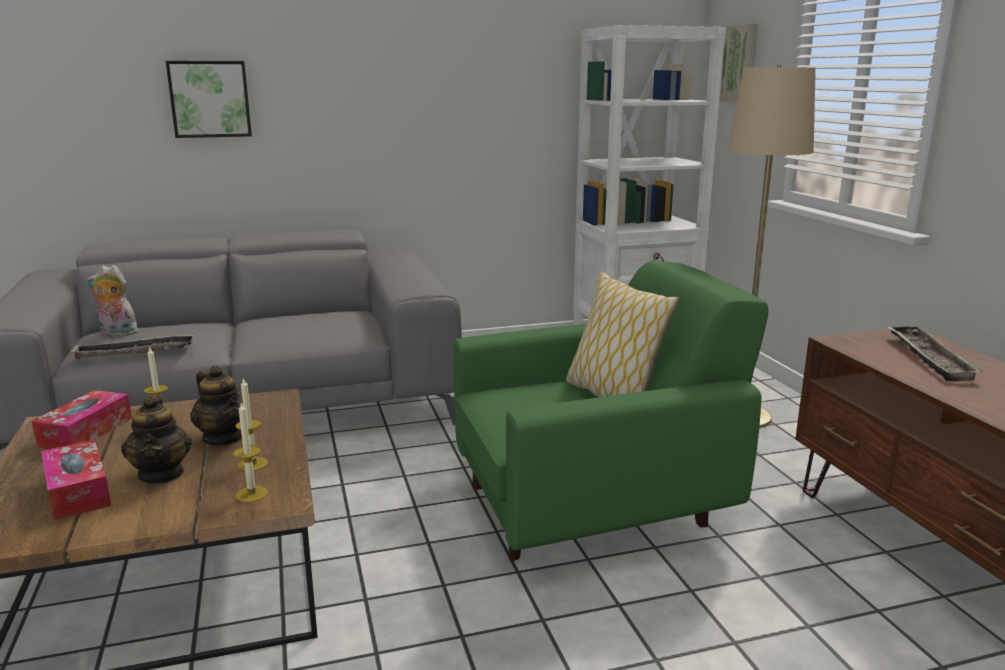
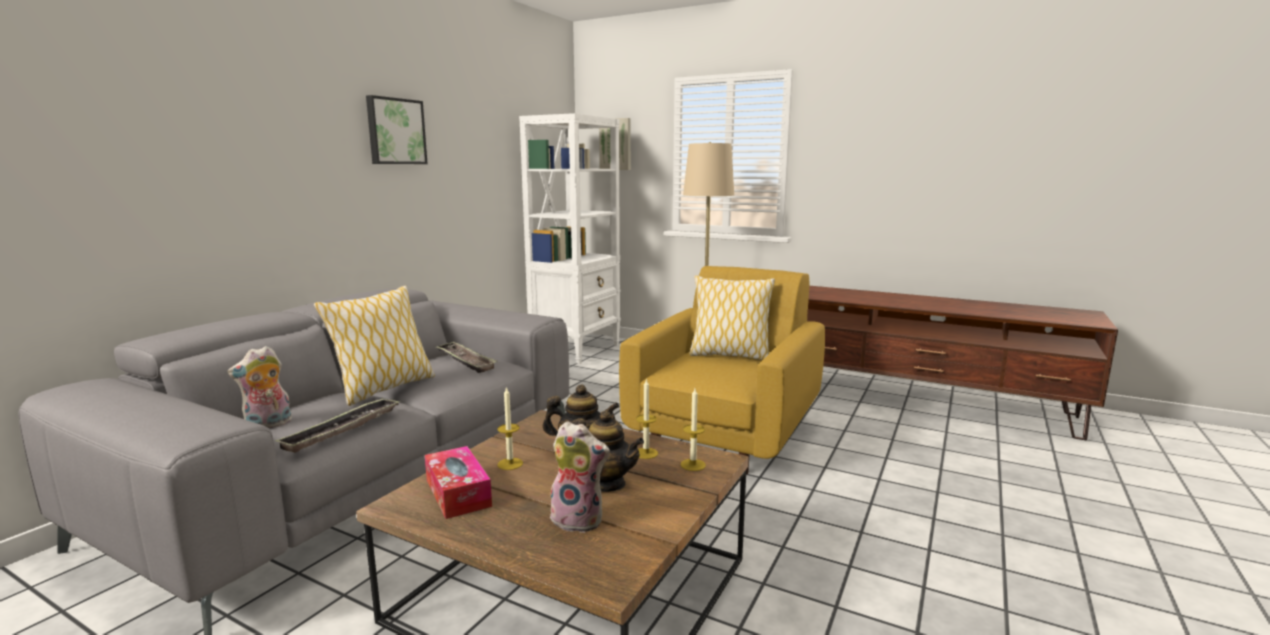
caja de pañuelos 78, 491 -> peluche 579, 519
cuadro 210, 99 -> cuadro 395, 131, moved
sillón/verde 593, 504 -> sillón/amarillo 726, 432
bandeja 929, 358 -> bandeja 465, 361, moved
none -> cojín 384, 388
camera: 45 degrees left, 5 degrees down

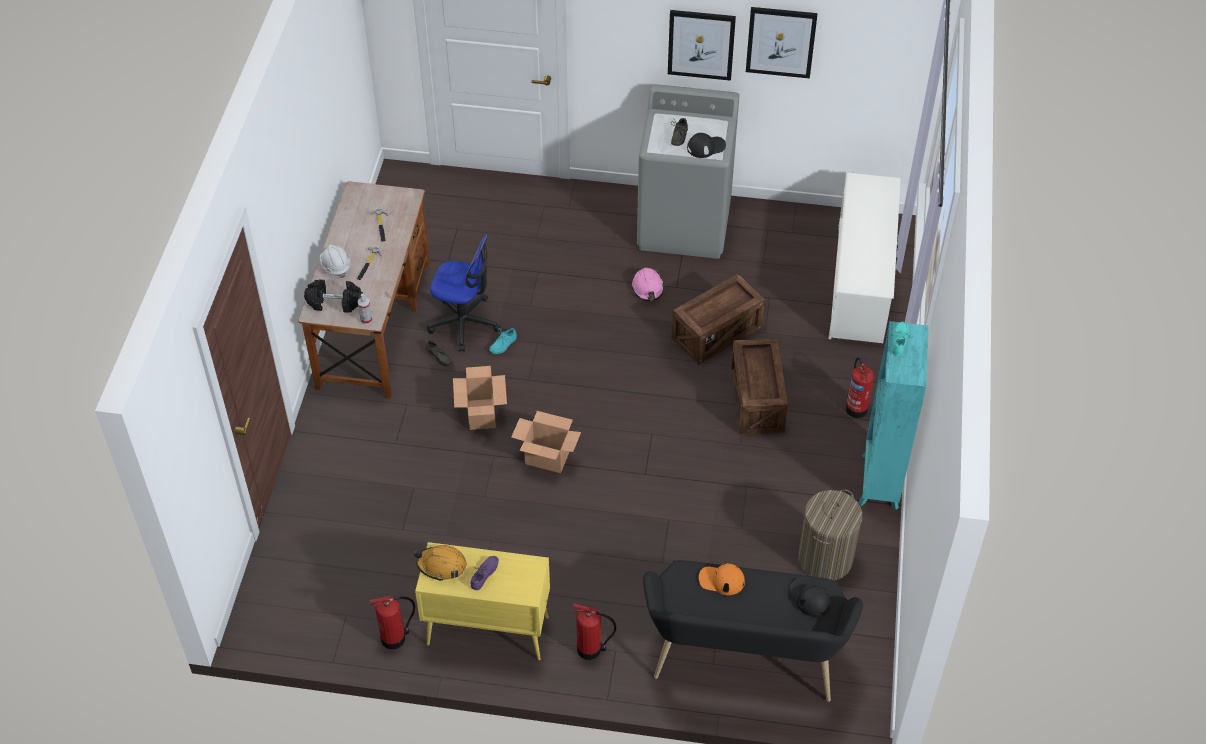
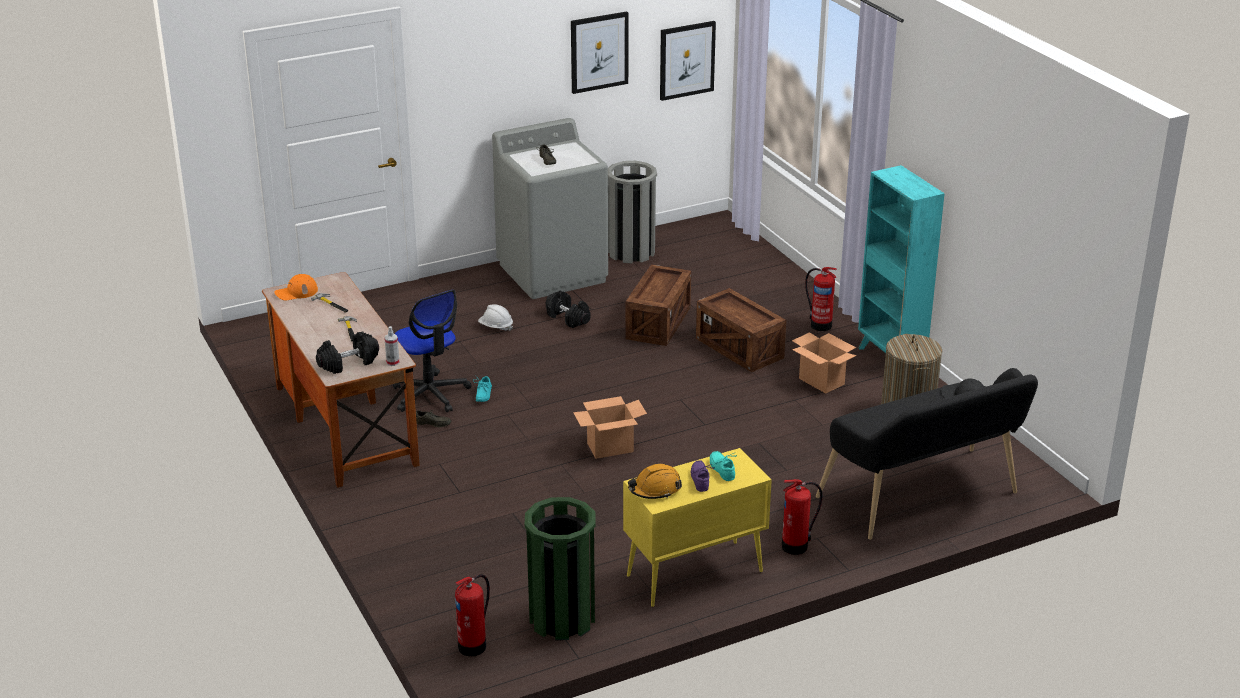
casco/blanco 336, 266 -> casco/blanco 496, 327, moved
extintor 395, 638 -> extintor 474, 646, moved
silla de oficina 464, 322 -> silla de oficina 430, 394, 75 degrees clockwise
caja de cartón 481, 414 -> caja de cartón 821, 381, moved
casco/rosa 647, 288 -> mancuerna/negro 568, 318
cuadro 701, 44 -> cuadro 686, 60, moved
gorra/negro 706, 147 -> none
gorra/naranja 721, 580 -> gorra/naranja 296, 292, moved
zapatero/blanco 860, 284 -> none
zapato/turquesa 900, 341 -> zapato/turquesa 723, 469, moved
none -> papelera/verde 562, 619
none -> papelera/gris 631, 252
camera: 35 degrees left, 20 degrees down

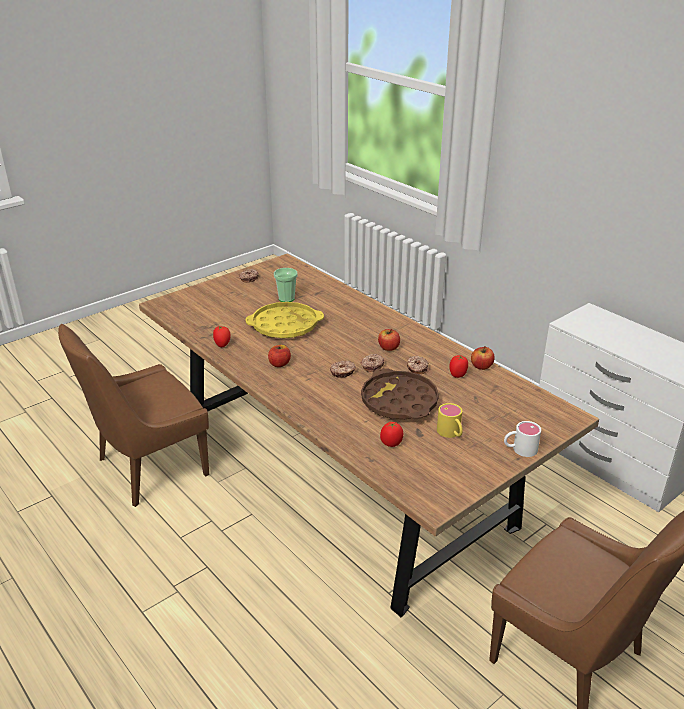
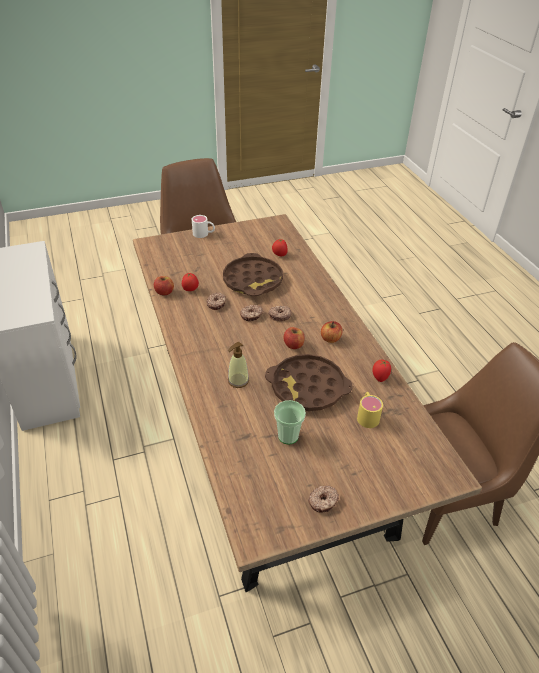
bandeja/amarillo 285, 326 -> bandeja/marrón 307, 387
manzana 388, 348 -> manzana 293, 345, moved
taza grande/amarillo 451, 433 -> taza grande/amarillo 367, 415, moved
none -> dispensador de jabón 238, 381
camera: 160 degrees left, 10 degrees up

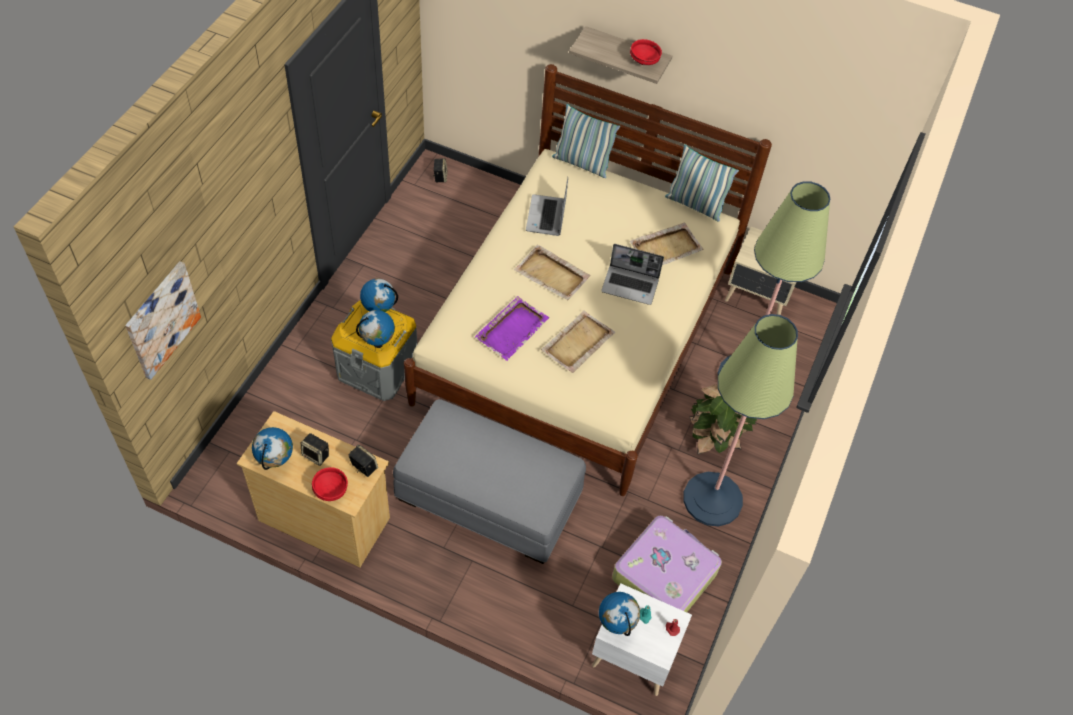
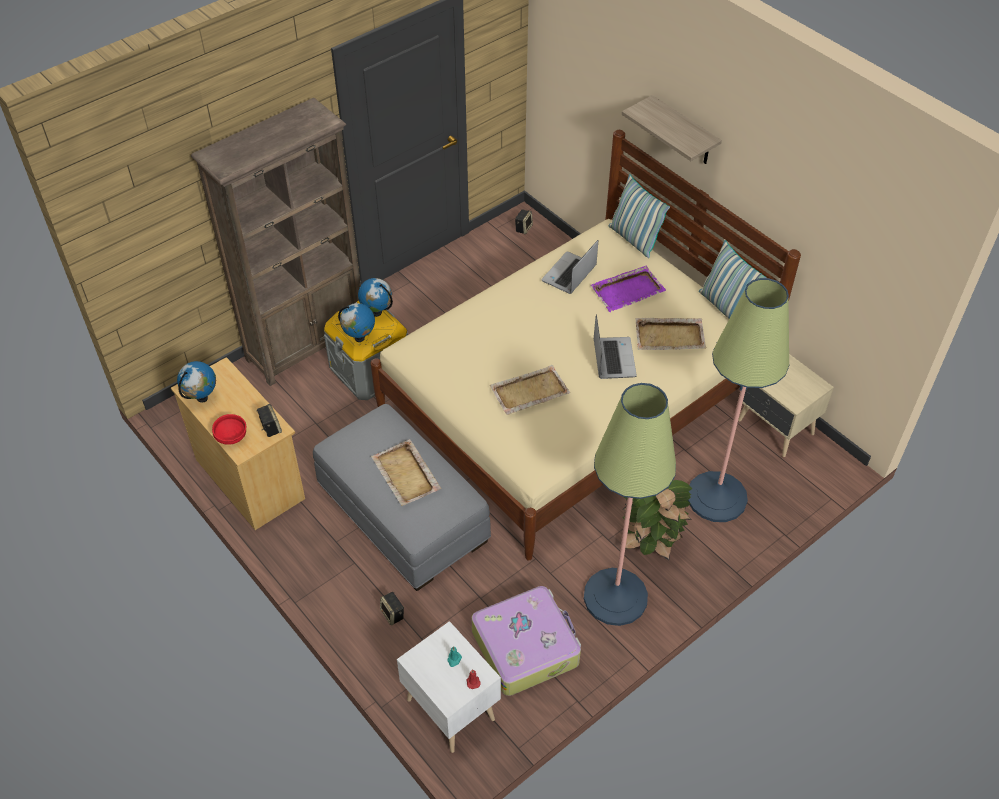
cuadro 162, 319 -> none
altavoz 316, 455 -> altavoz 393, 614, moved
bandeja/morado 512, 329 -> bandeja/morado 628, 290, moved
bandeja/beis 552, 275 -> bandeja/beis 406, 475, moved
globo terráqueo 616, 624 -> none
portátil 631, 285 -> portátil 613, 358, 135 degrees counterclockwise
cuenco/rojo 644, 61 -> none
none -> estantería/marrón 307, 344
camera: 30 degrees right, 5 degrees down

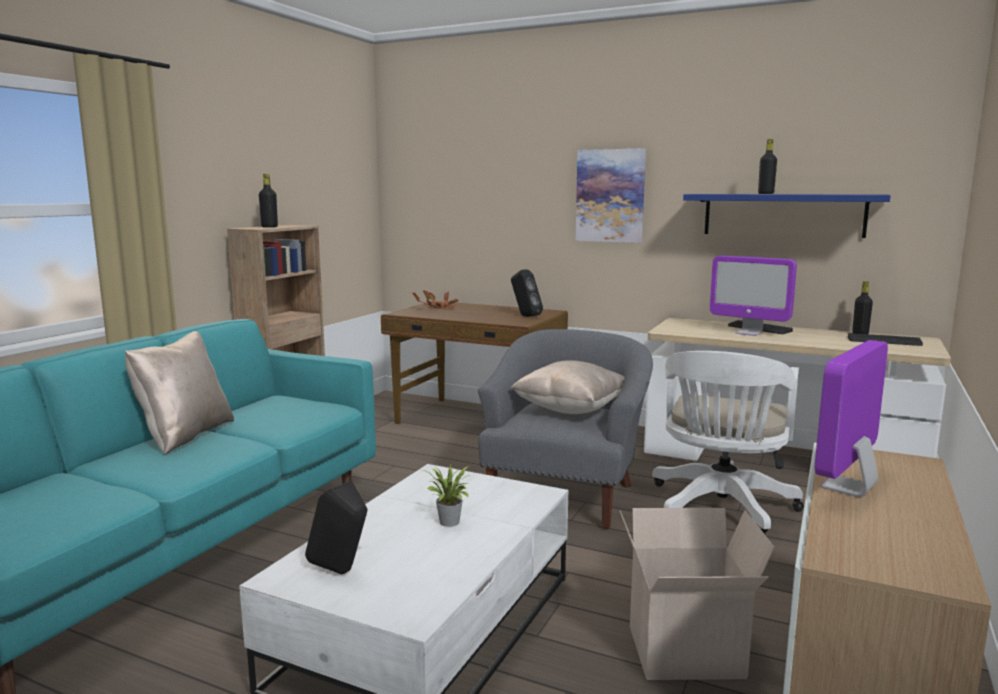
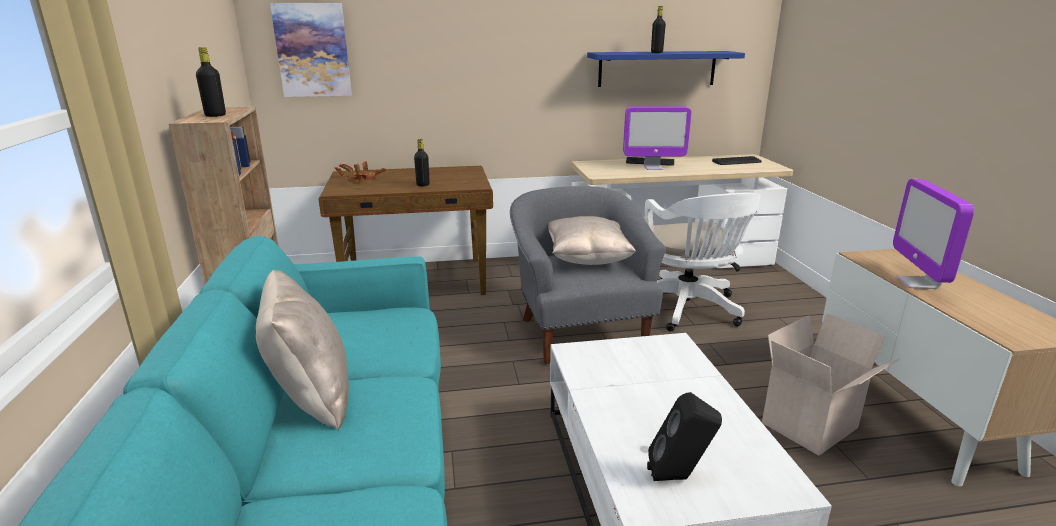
planta en maceta 449, 523 -> none
altavoz/negro 525, 316 -> none
cuadro 610, 196 -> cuadro 312, 50, moved
botella/negro 860, 334 -> botella/negro 423, 185, moved
camera: 35 degrees left, 10 degrees up

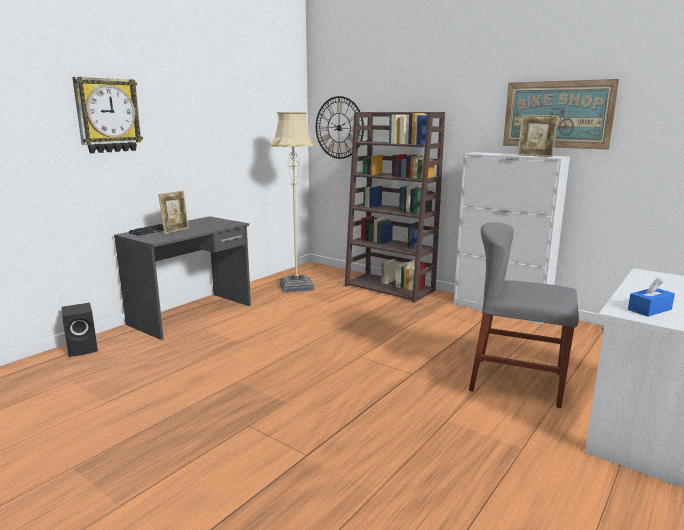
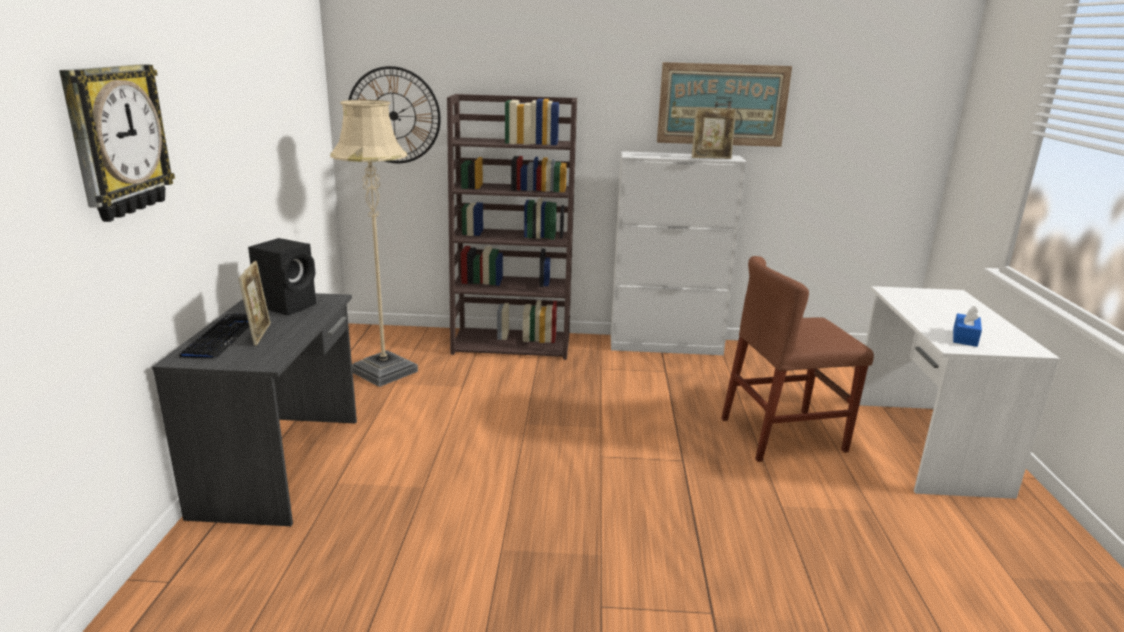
altavoz/negro 84, 348 -> altavoz/negro 288, 305, moved
silla/gris 517, 382 -> silla/marrón 783, 435
camera: 35 degrees left, 5 degrees up

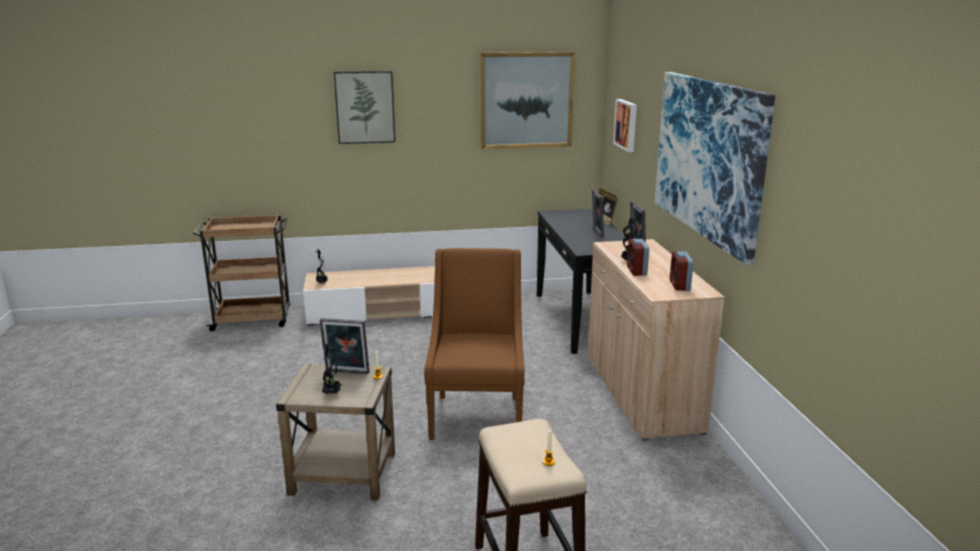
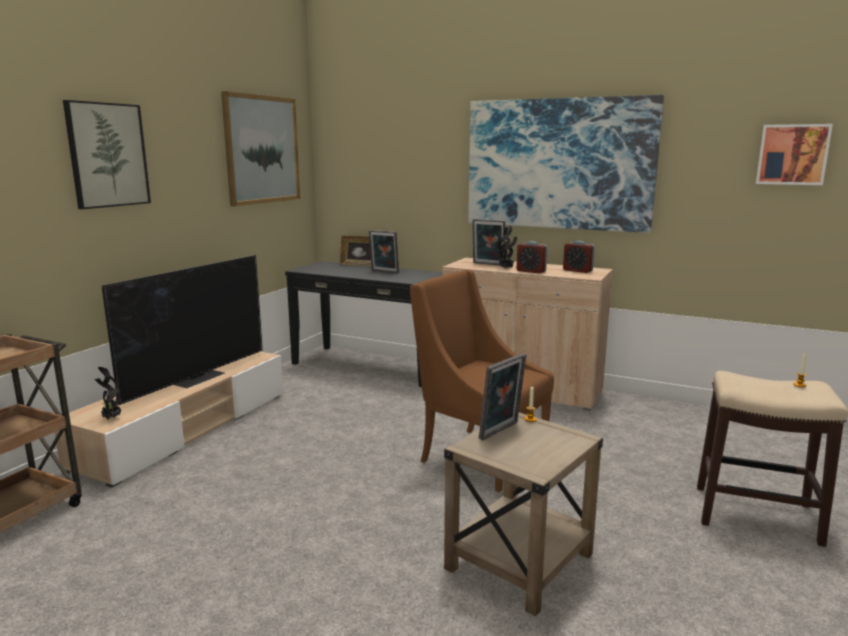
planta en maceta 331, 393 -> none
cuadro 627, 124 -> cuadro 792, 154, moved
none -> televisor 198, 377
camera: 55 degrees left, 5 degrees down

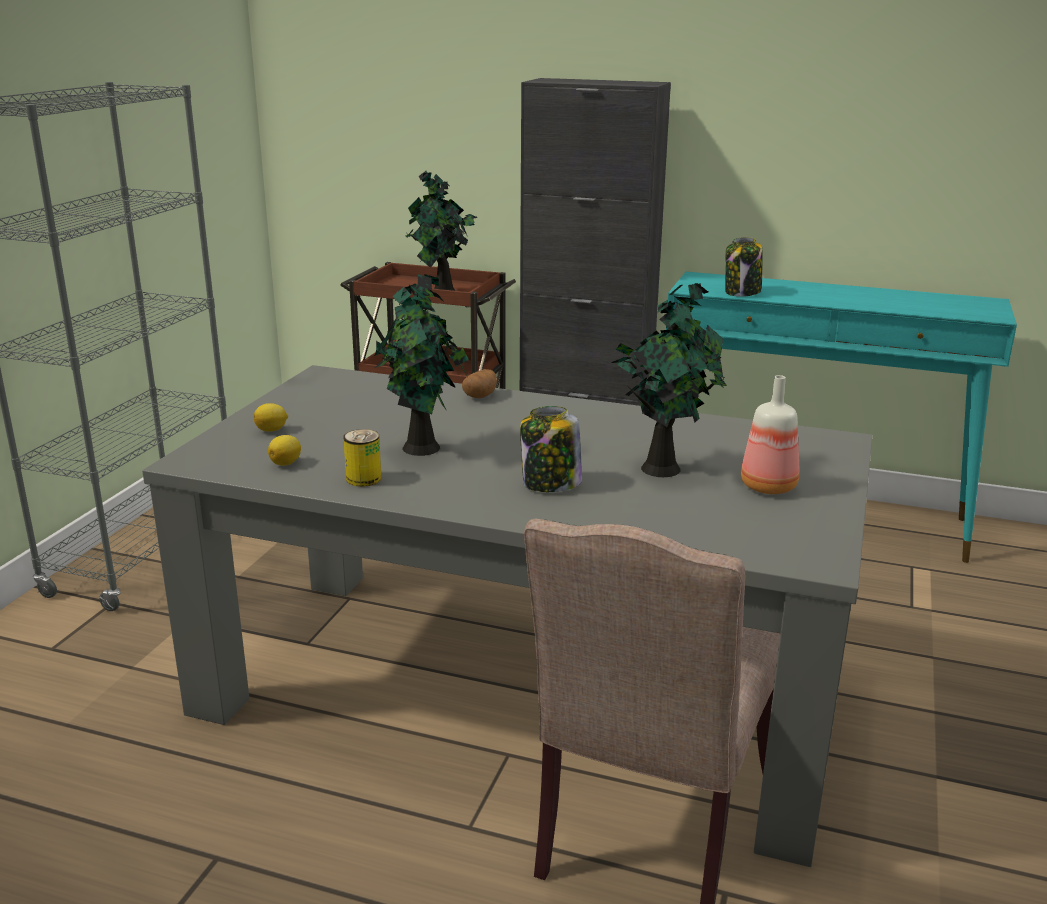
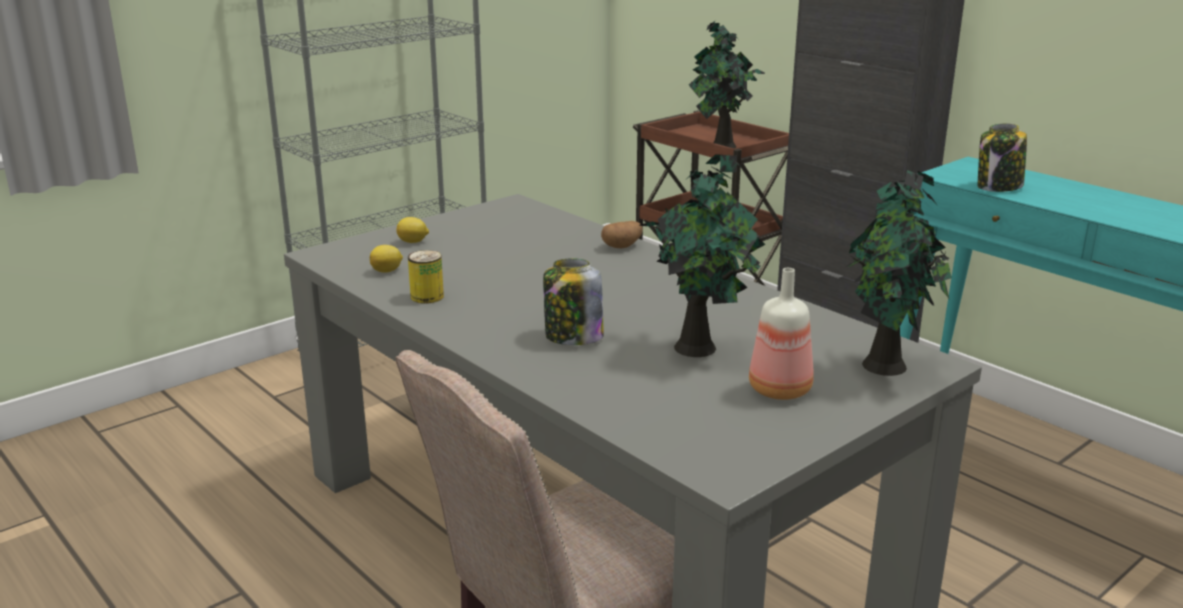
planta en maceta 424, 449 -> planta en maceta 886, 367, moved
camera: 30 degrees right, 0 degrees up

